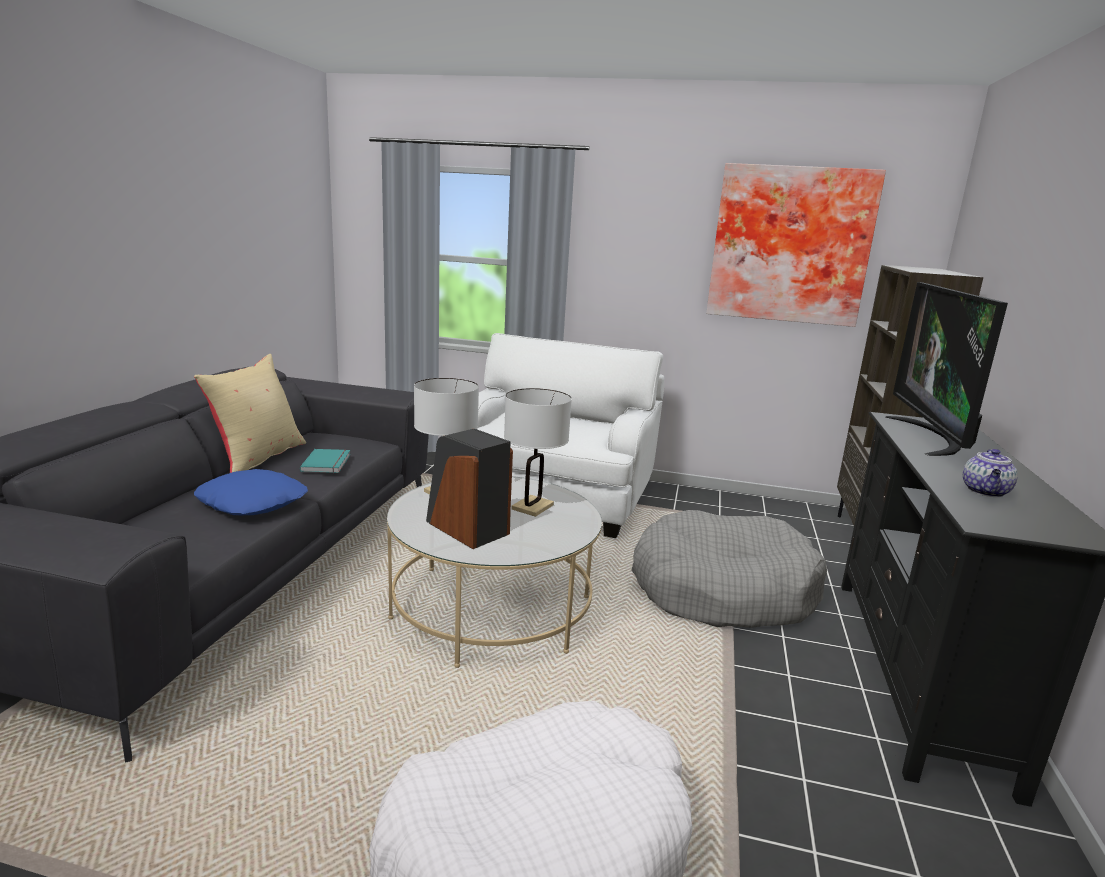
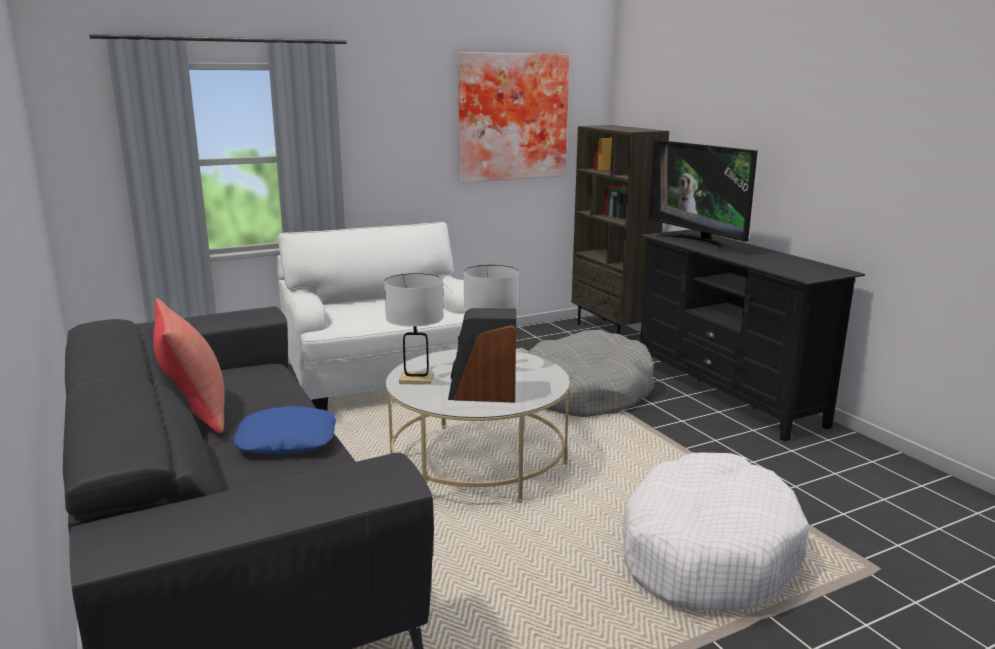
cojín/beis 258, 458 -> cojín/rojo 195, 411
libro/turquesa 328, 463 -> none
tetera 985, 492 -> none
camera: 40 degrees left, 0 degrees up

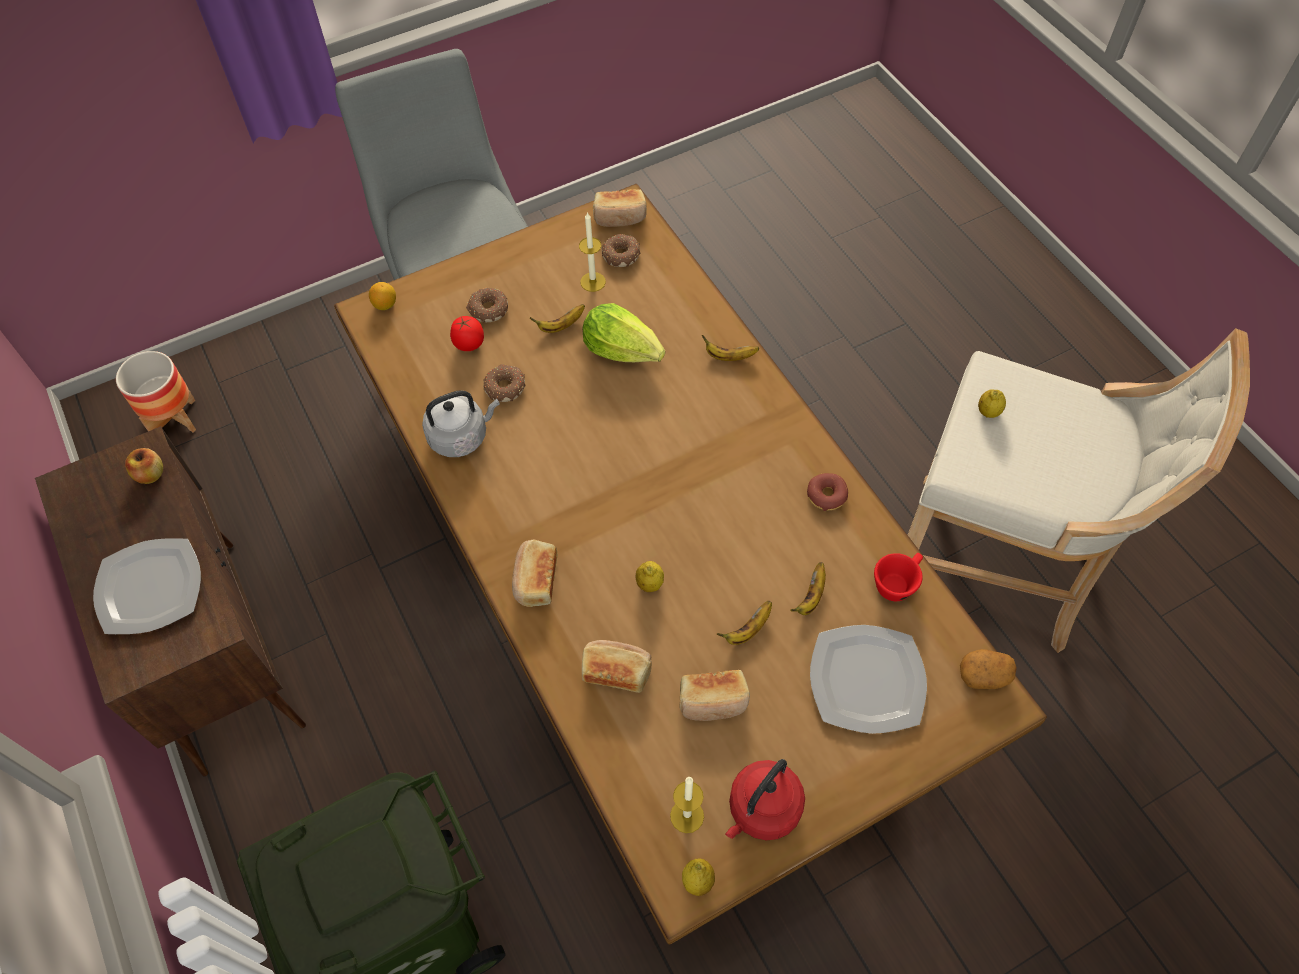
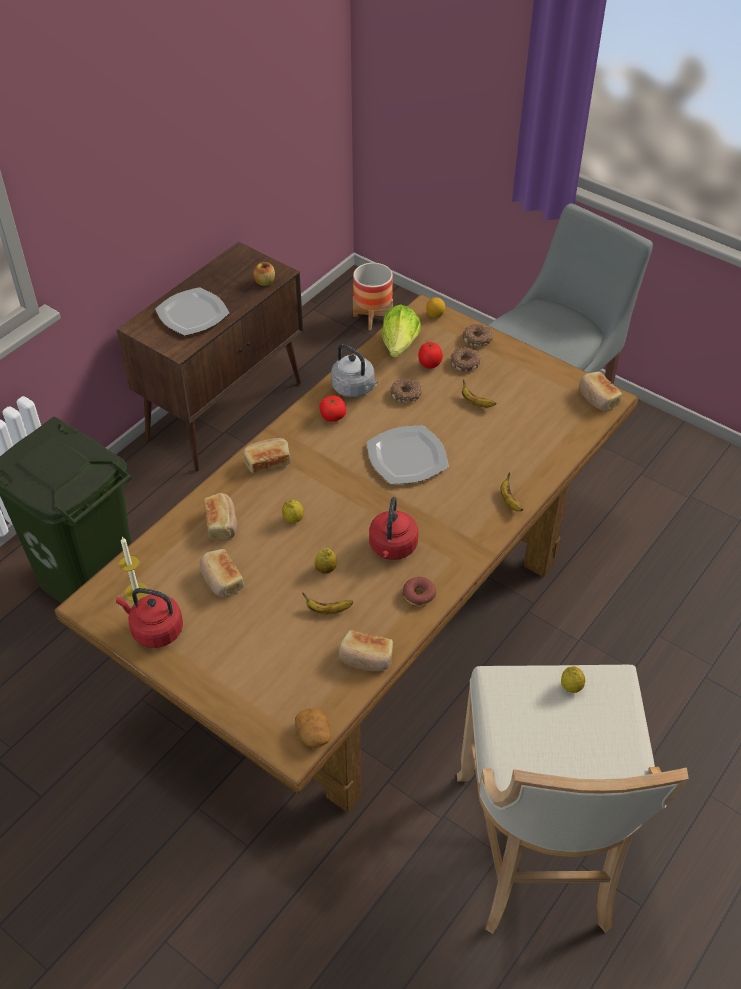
vela 593, 282 -> none
lechuga 622, 350 -> lechuga 400, 344, moved
rosquilla 621, 254 -> rosquilla 478, 339, moved
limón 698, 881 -> limón 325, 569, moved
plátano 748, 630 -> none
plato 868, 681 -> plato 406, 458, moved
taza/rojo 897, 582 -> pan 366, 658
none -> tomate 332, 416
none -> hervidor/rojo 392, 548
camera: 65 degrees right, 10 degrees down

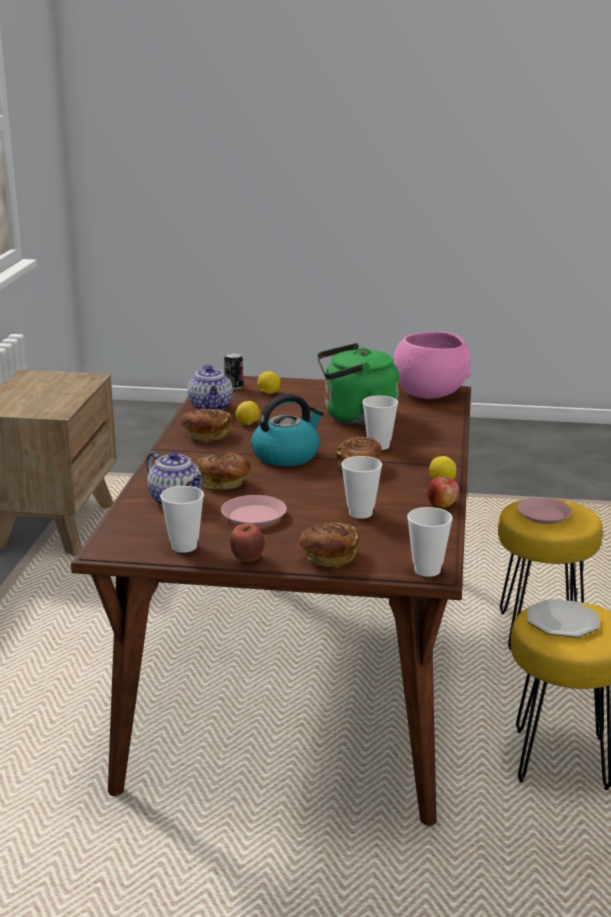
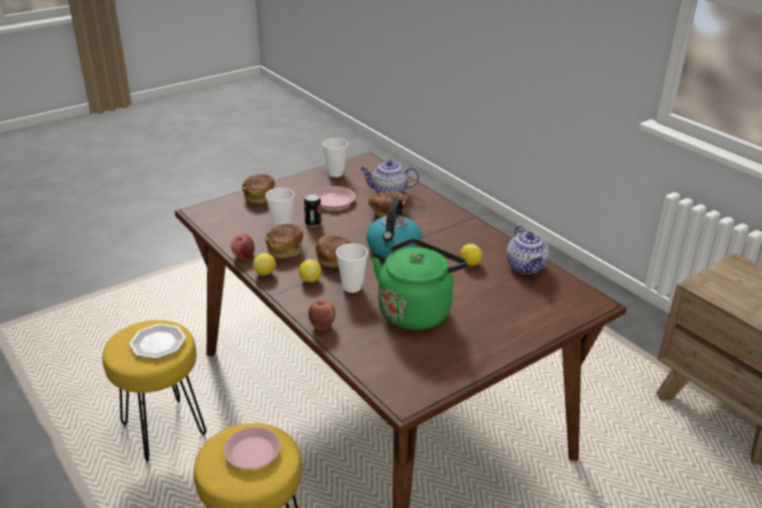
pan 206, 435 -> pan 285, 249, moved
tetera 211, 407 -> tetera 526, 267, 135 degrees counterclockwise
lata 234, 387 -> lata 313, 223, moved
manzana 247, 559 -> manzana 322, 326, moved
limón 268, 393 -> limón 310, 279, moved
cuenco/rosa 429, 393 -> none
taza 427, 570 -> none
camera: 135 degrees right, 10 degrees up

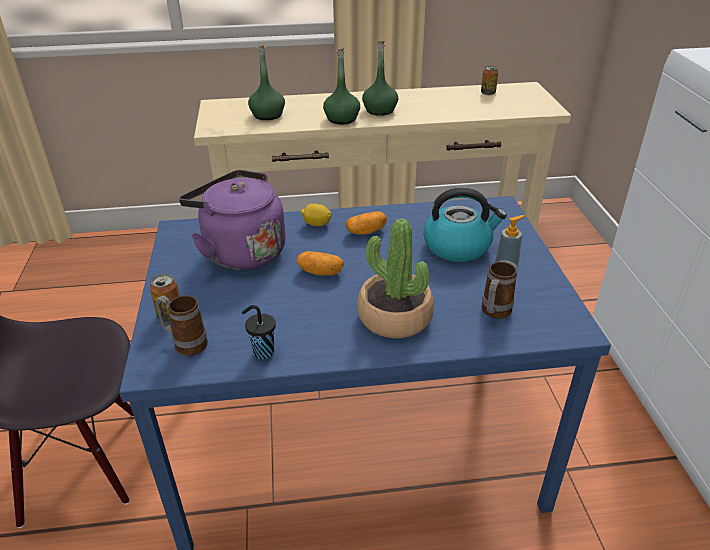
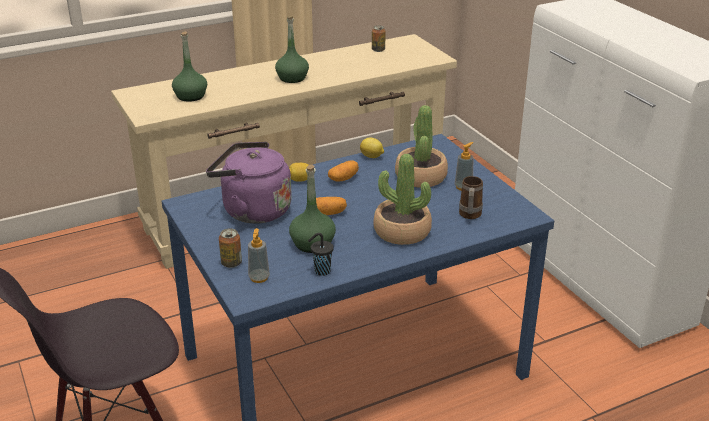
taza grande 185, 343 -> dispensador de jabón 259, 278
botella/verde 341, 119 -> botella/verde 312, 243, moved
hervidor 458, 246 -> planta en maceta 420, 177
none -> limón 372, 157
camera: 20 degrees left, 5 degrees down

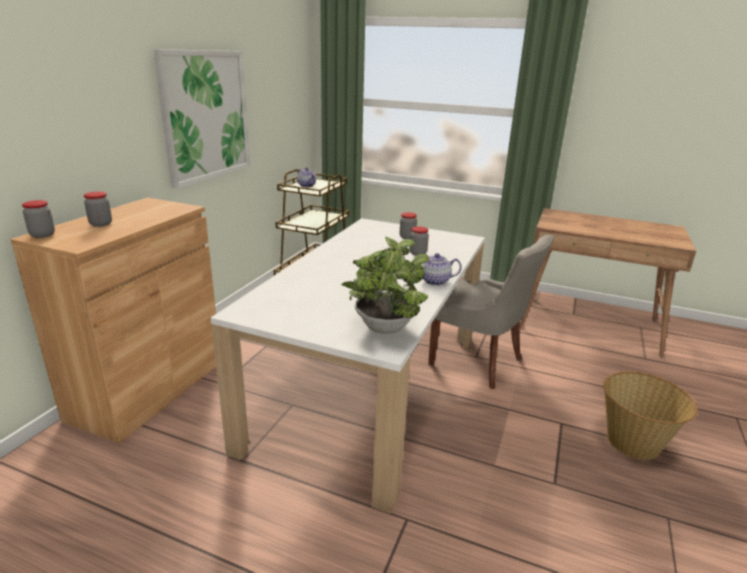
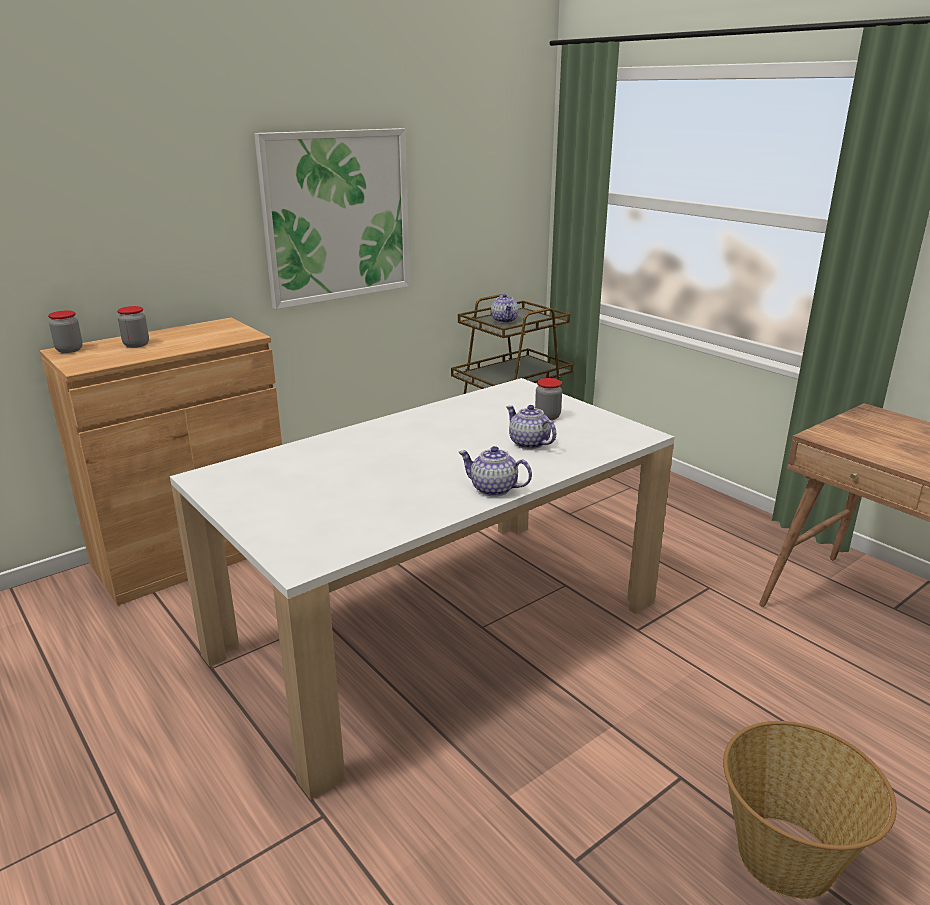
planta en maceta 384, 329 -> none
tarro 418, 253 -> tetera 528, 443
silla/gris 478, 362 -> none
camera: 30 degrees right, 0 degrees up

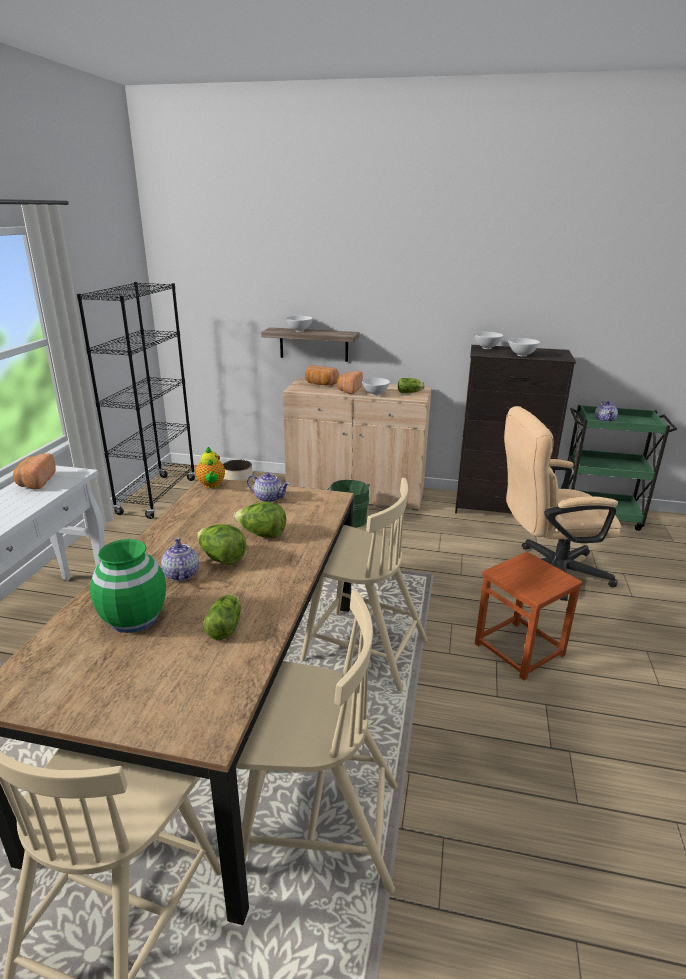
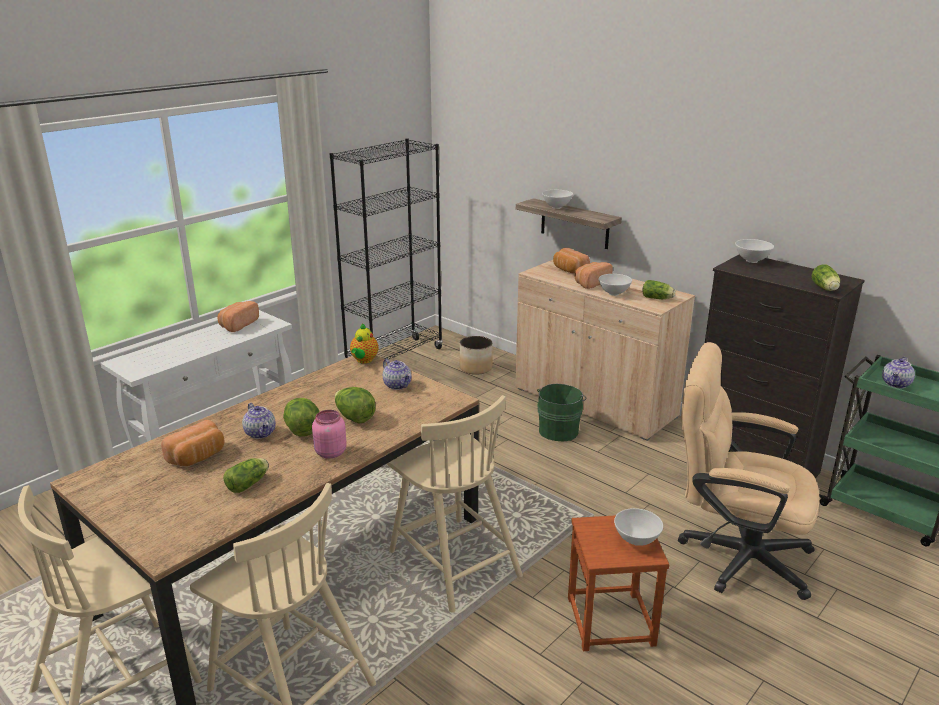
florero/verde 134, 618 -> pan 198, 457
tetera 181, 574 -> tetera 261, 433, 135 degrees clockwise
cuenco/blanco 522, 355 -> cuenco/blanco 636, 541, moved
none -> tarro/rosa 329, 453
none -> lechuga 825, 289
camera: 30 degrees right, 0 degrees up

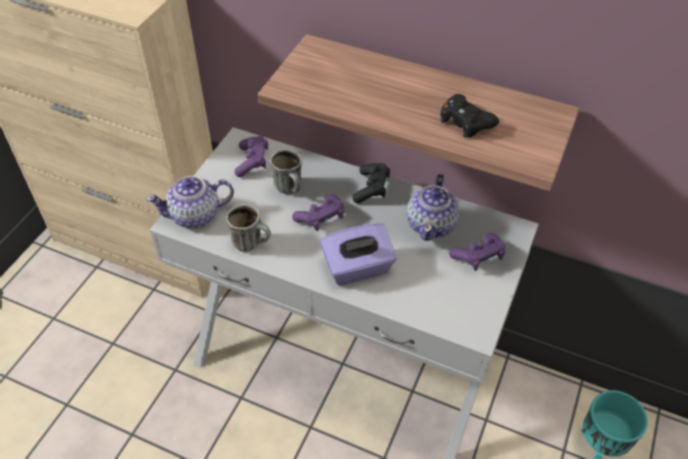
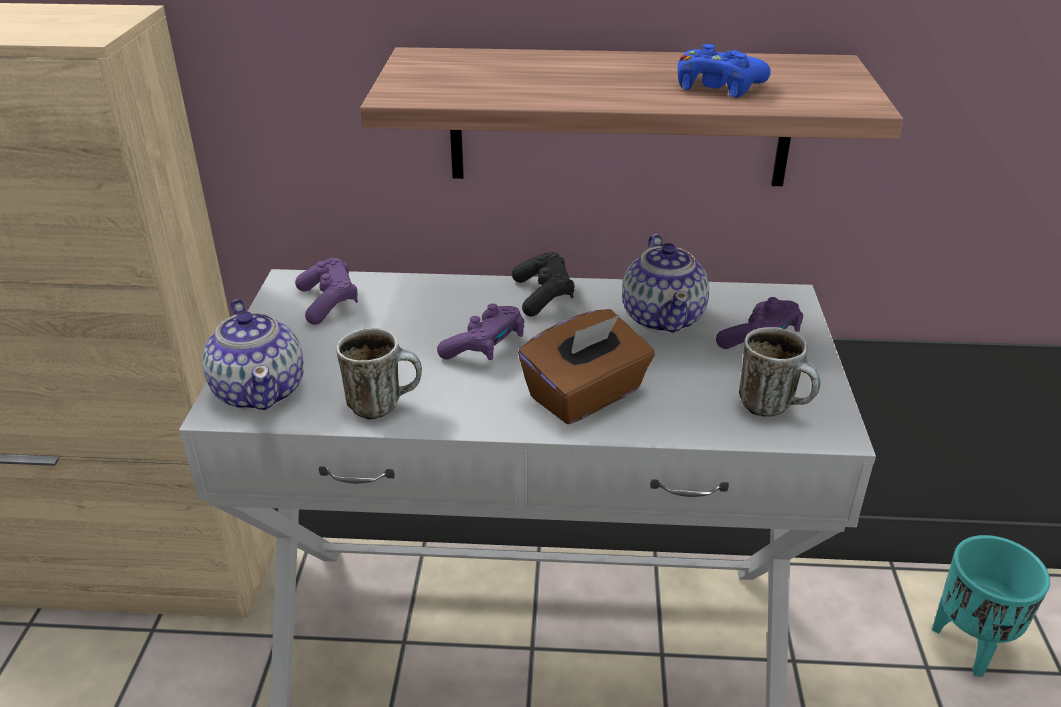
tetera 195, 215 -> tetera 260, 390, 75 degrees counterclockwise
taza grande 291, 189 -> taza grande 774, 407, moved
caja de pañuelos/morado 357, 268 -> caja de pañuelos/marrón 586, 395
mando de consola/negro 465, 122 -> mando de consola/azul 717, 86
camera: 20 degrees left, 15 degrees down

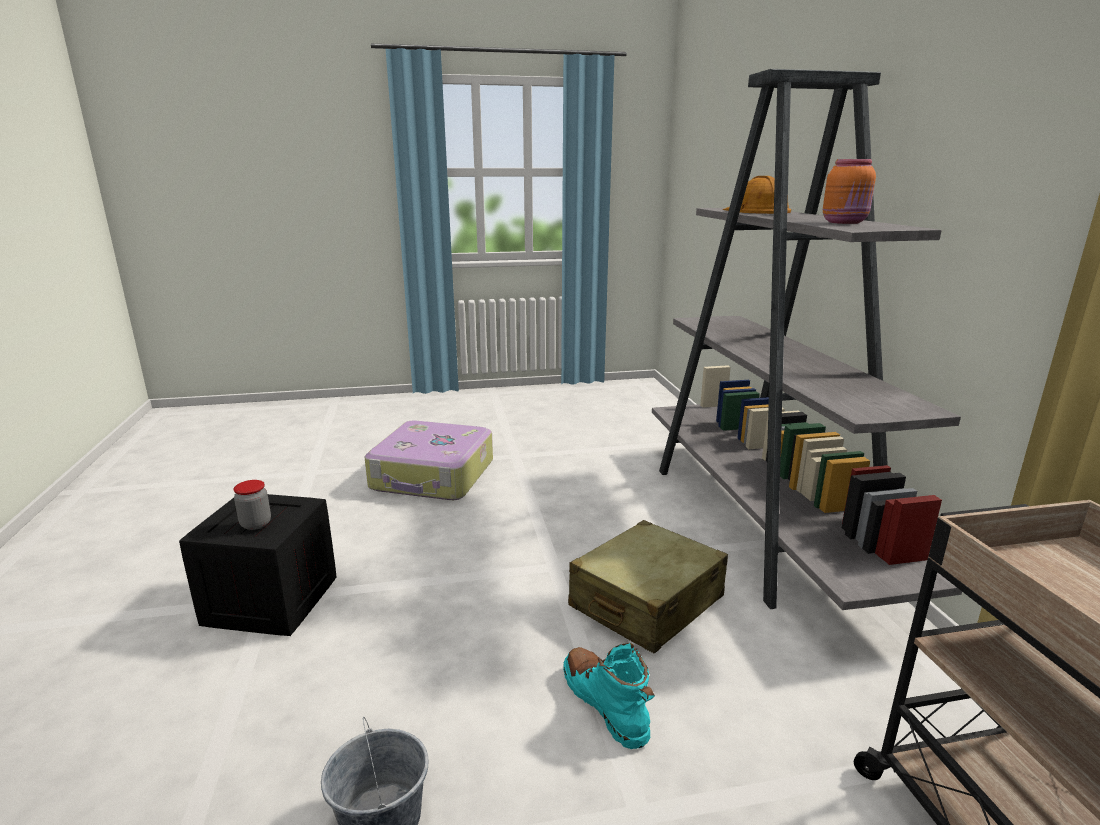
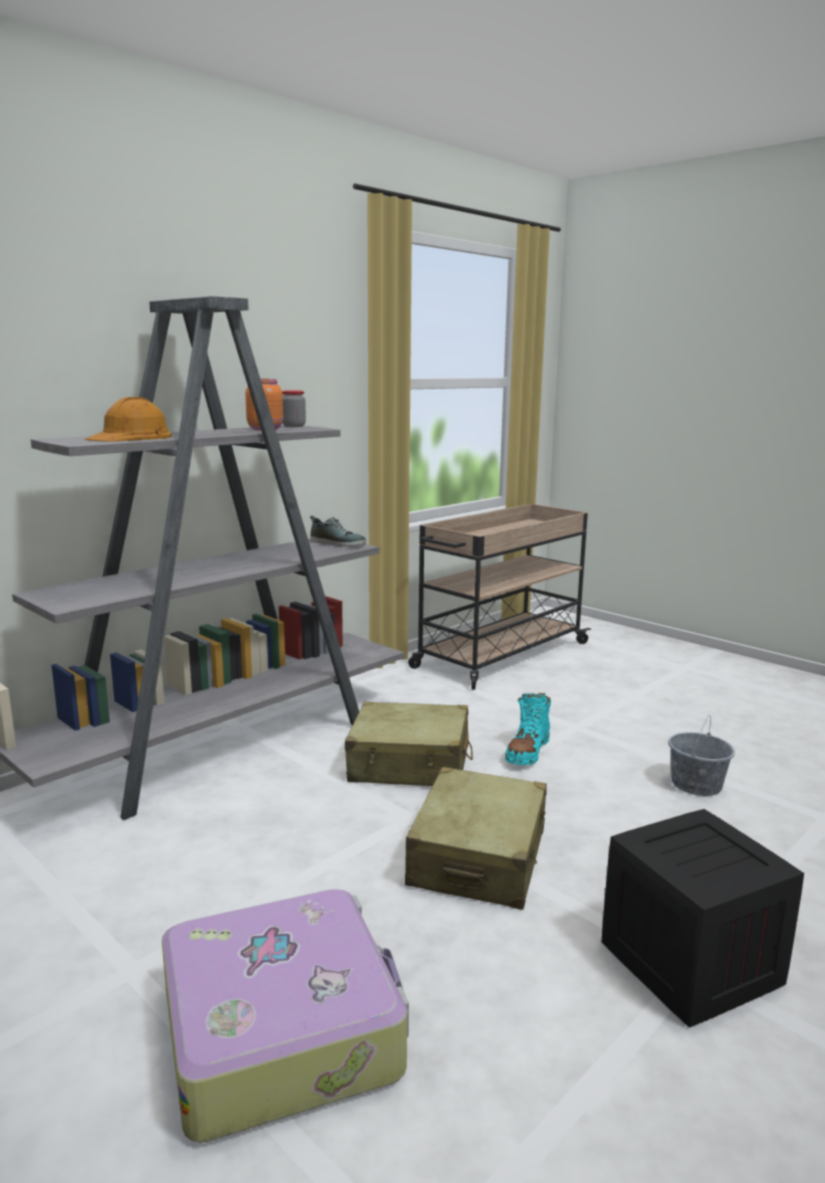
tarro 256, 524 -> tarro 293, 426, moved
none -> zapato 338, 543
none -> maleta/beis 478, 857
camera: 125 degrees left, 5 degrees down

